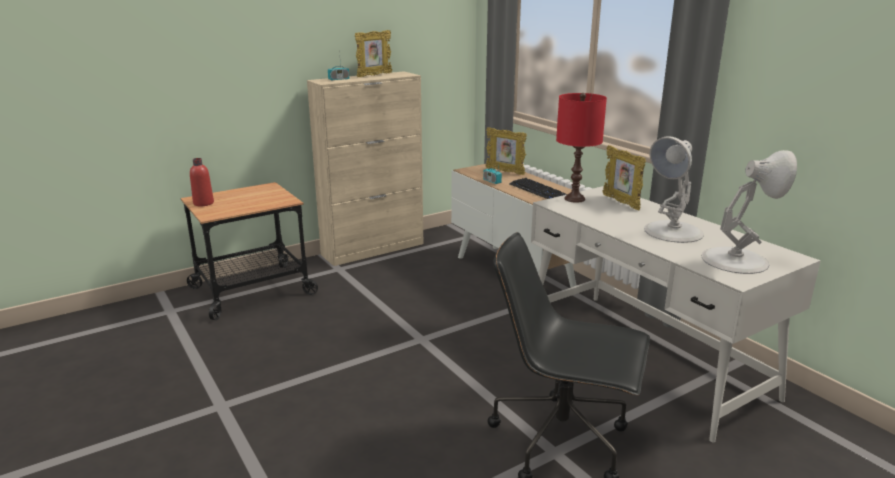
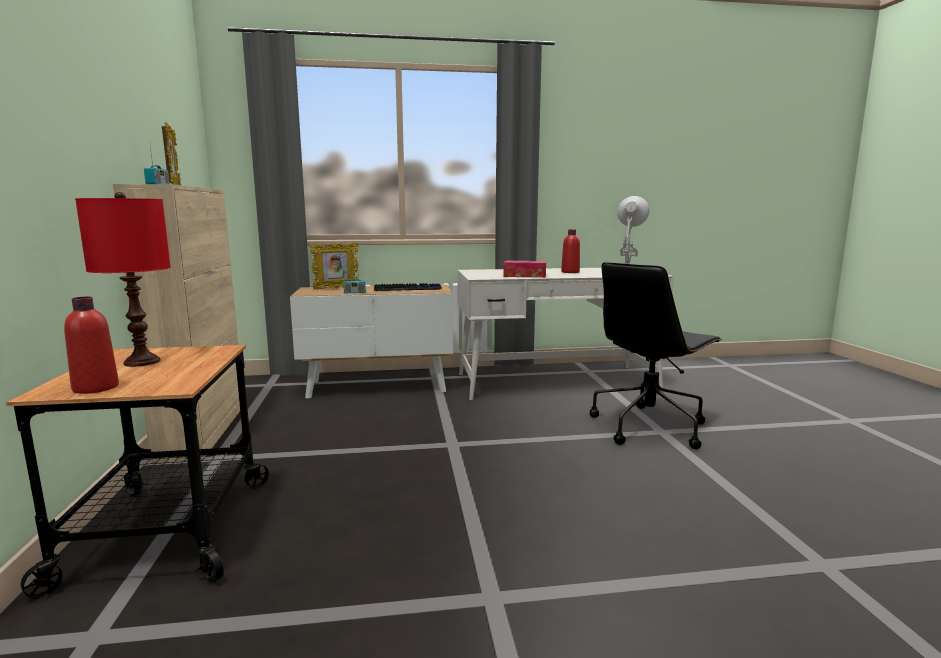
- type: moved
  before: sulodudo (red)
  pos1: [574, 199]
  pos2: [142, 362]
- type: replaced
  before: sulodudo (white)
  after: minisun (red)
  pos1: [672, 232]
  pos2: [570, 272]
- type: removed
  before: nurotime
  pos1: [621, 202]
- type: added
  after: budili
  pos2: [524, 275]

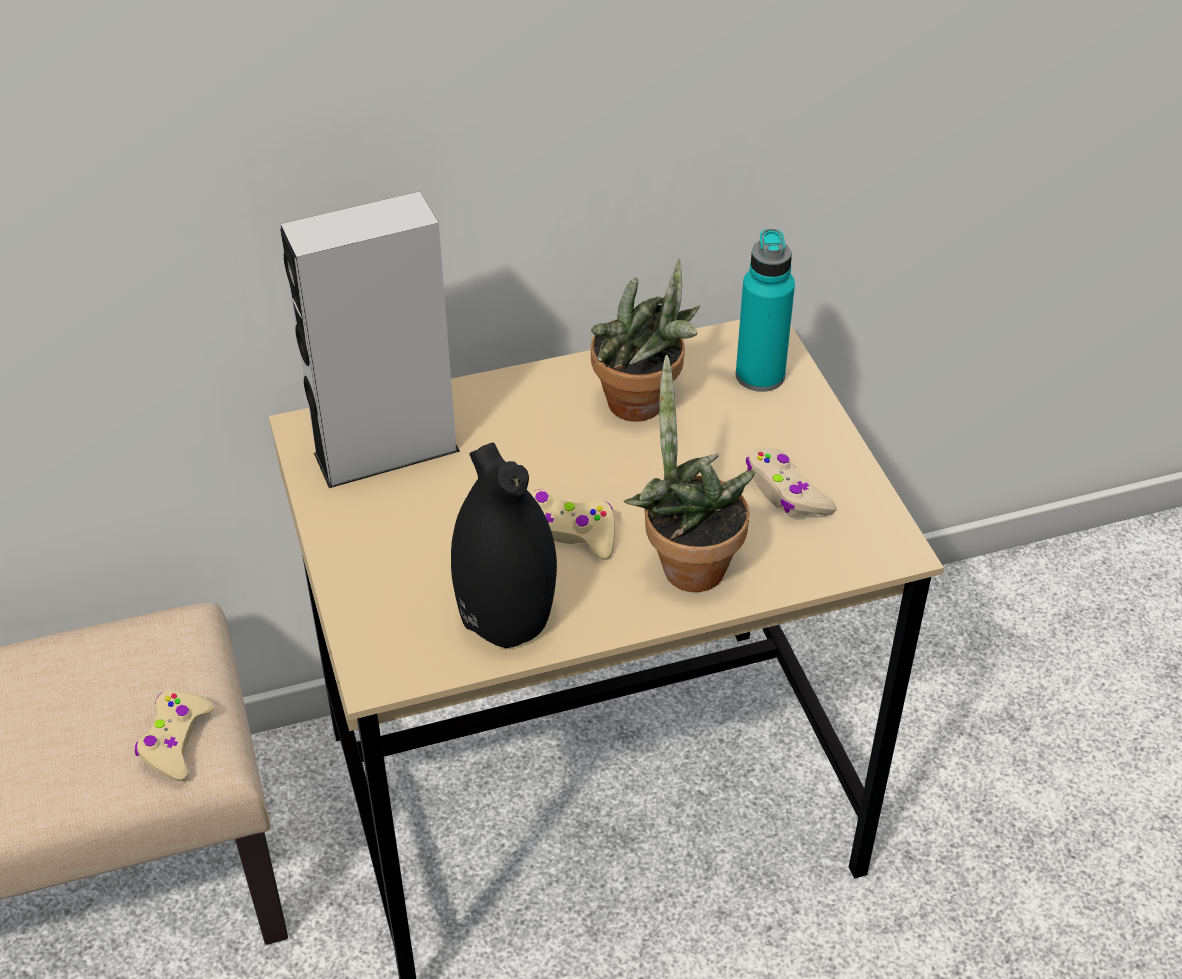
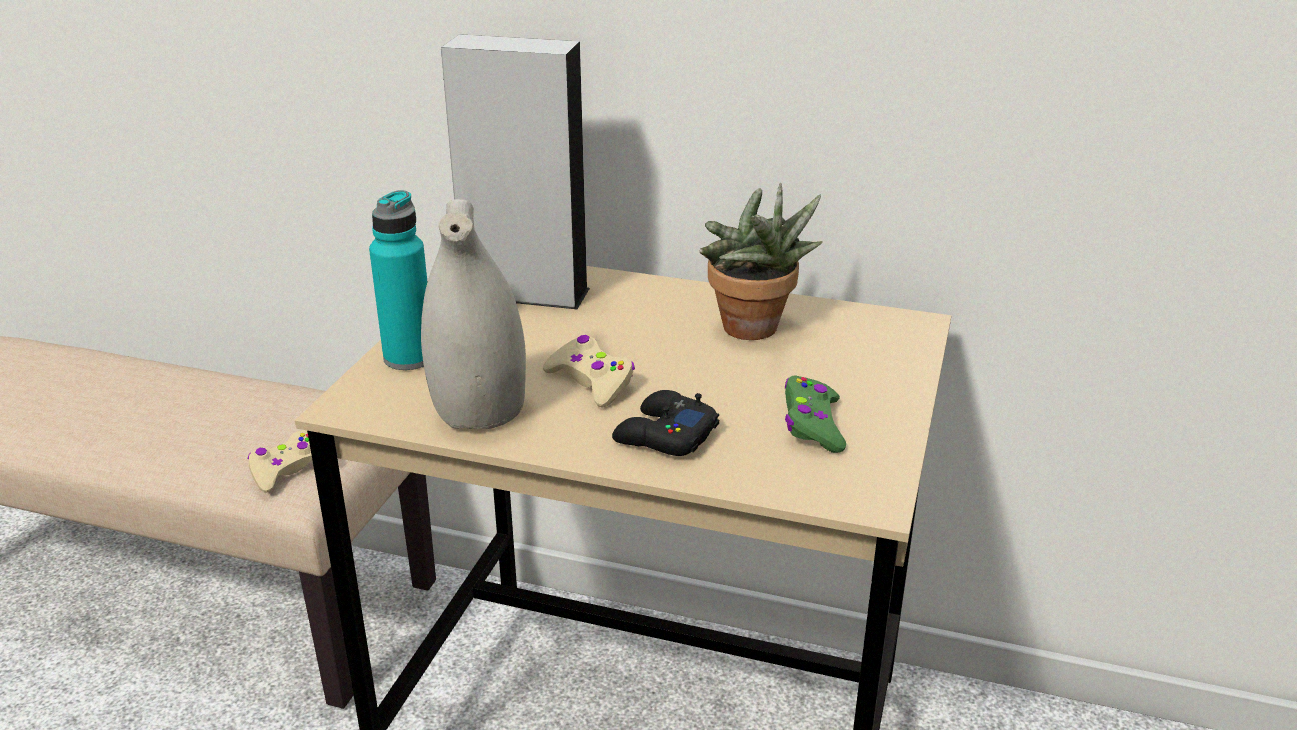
- type: moved
  before: minisun (turquoise)
  pos1: [760, 375]
  pos2: [409, 358]
- type: replaced
  before: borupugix
  after: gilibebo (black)
  pos1: [686, 564]
  pos2: [664, 436]
- type: recoloured
  before: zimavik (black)
  after: zimavik (white)
  pos1: [506, 617]
  pos2: [479, 411]
- type: recoloured
  before: gilibebo (beige)
  after: gilibebo (green)
  pos1: [786, 493]
  pos2: [812, 424]

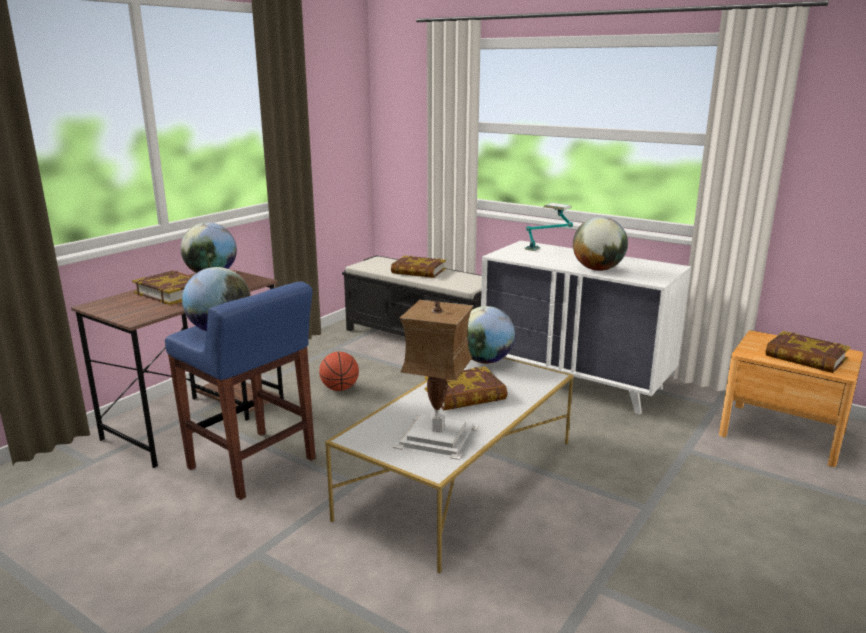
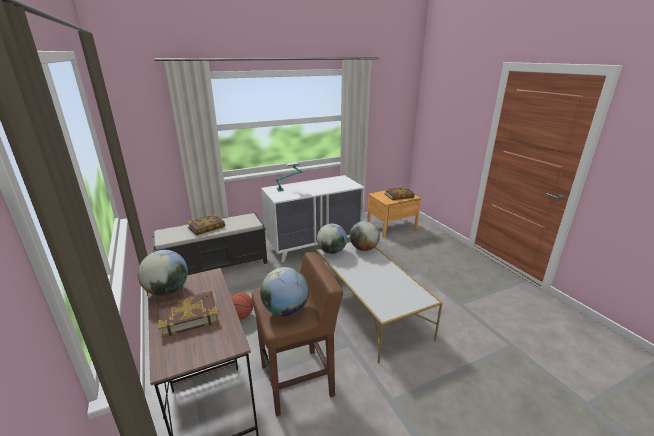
- type: moved
  before: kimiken
  pos1: [598, 269]
  pos2: [364, 248]
- type: recoloured
  before: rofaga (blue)
  after: rofaga (brown)
  pos1: [253, 464]
  pos2: [298, 380]
- type: removed
  before: sulodudo
  pos1: [434, 437]
- type: removed
  before: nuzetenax
  pos1: [465, 395]

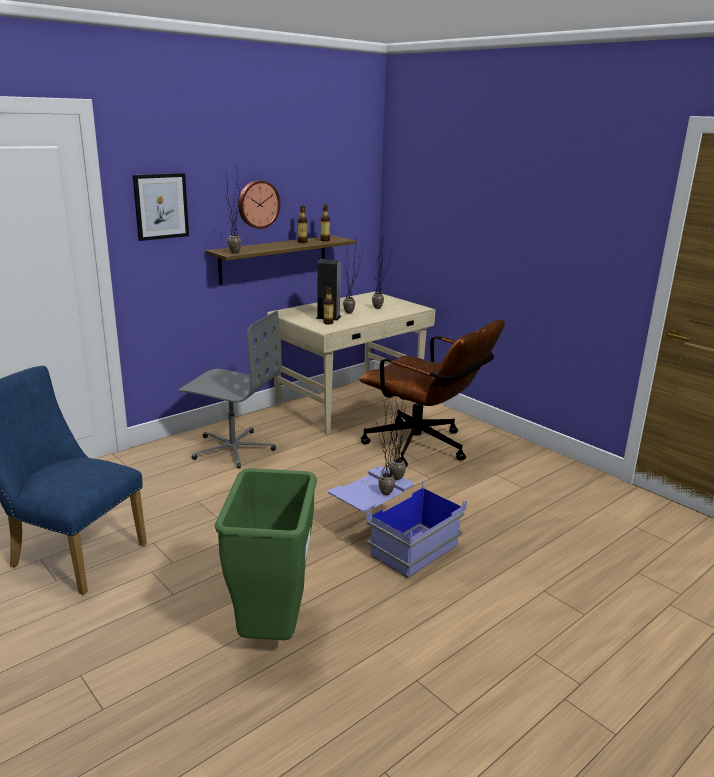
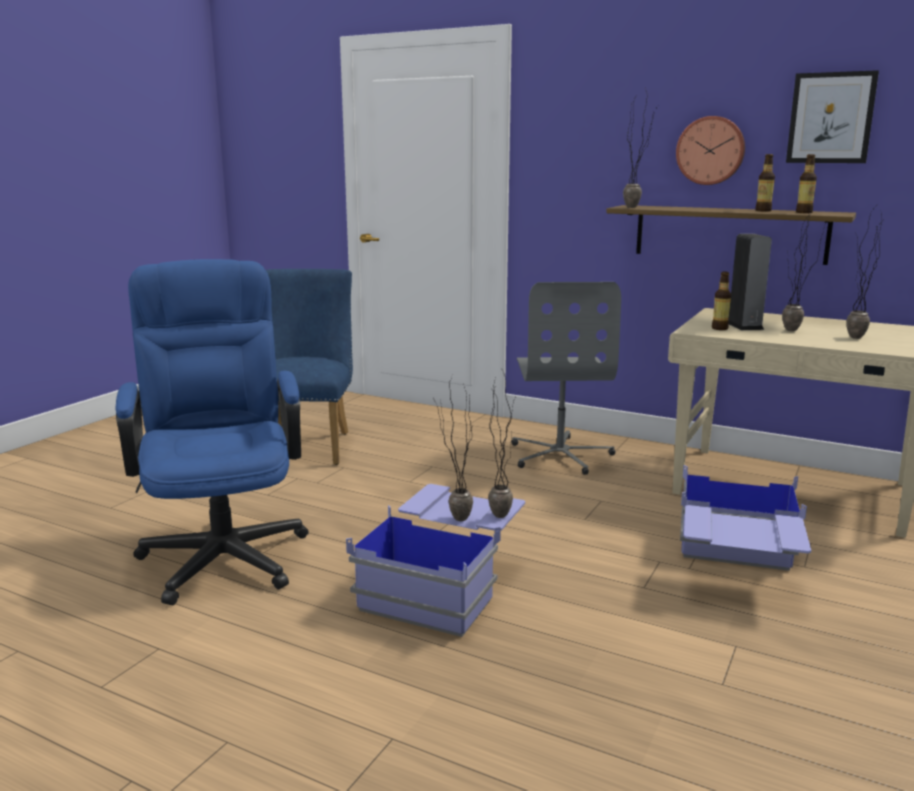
- type: moved
  before: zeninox
  pos1: [161, 206]
  pos2: [831, 118]
- type: replaced
  before: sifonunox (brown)
  after: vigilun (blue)
  pos1: [424, 448]
  pos2: [735, 567]
- type: replaced
  before: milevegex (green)
  after: sifonunox (blue)
  pos1: [272, 631]
  pos2: [224, 550]

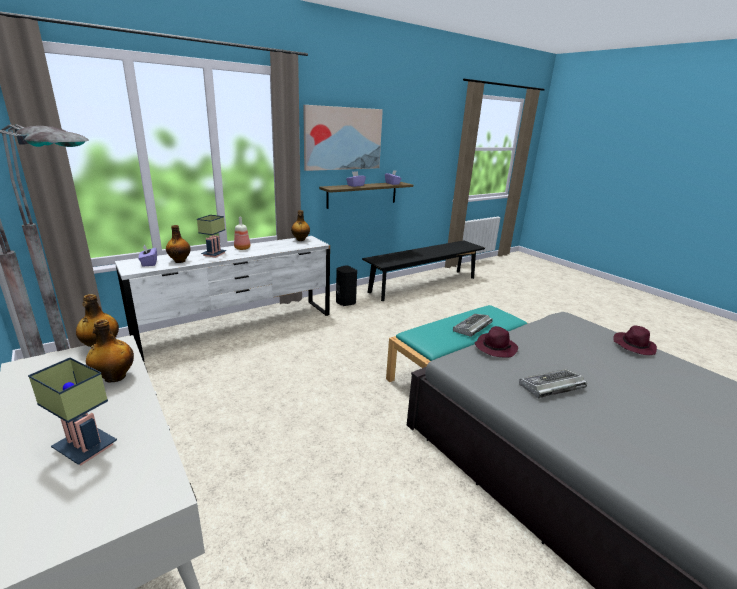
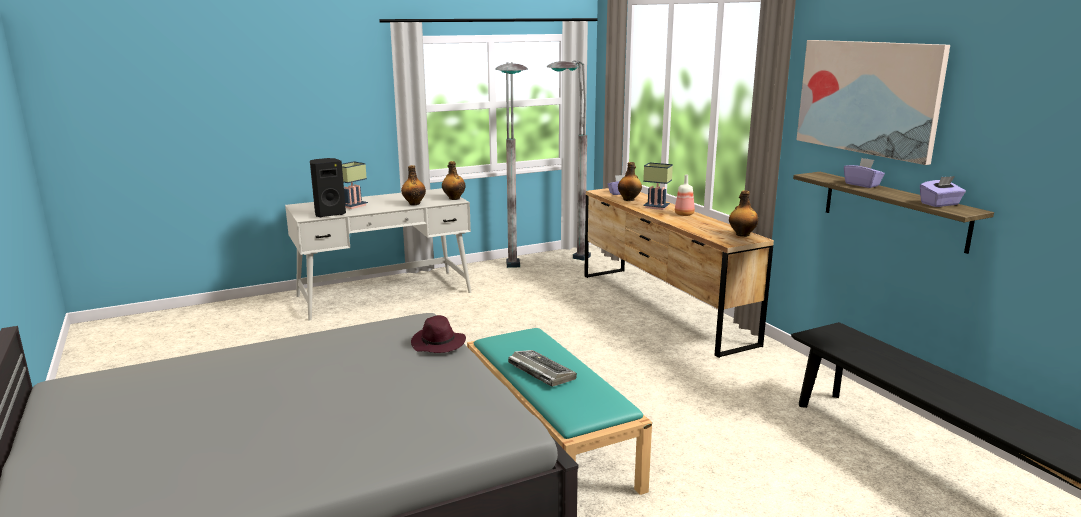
- type: recoloured
  before: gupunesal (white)
  after: gupunesal (brown)
  pos1: [238, 327]
  pos2: [662, 307]
- type: moved
  before: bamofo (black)
  pos1: [345, 302]
  pos2: [329, 214]
- type: removed
  before: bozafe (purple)
  pos1: [633, 346]
- type: removed
  before: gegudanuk
  pos1: [551, 387]

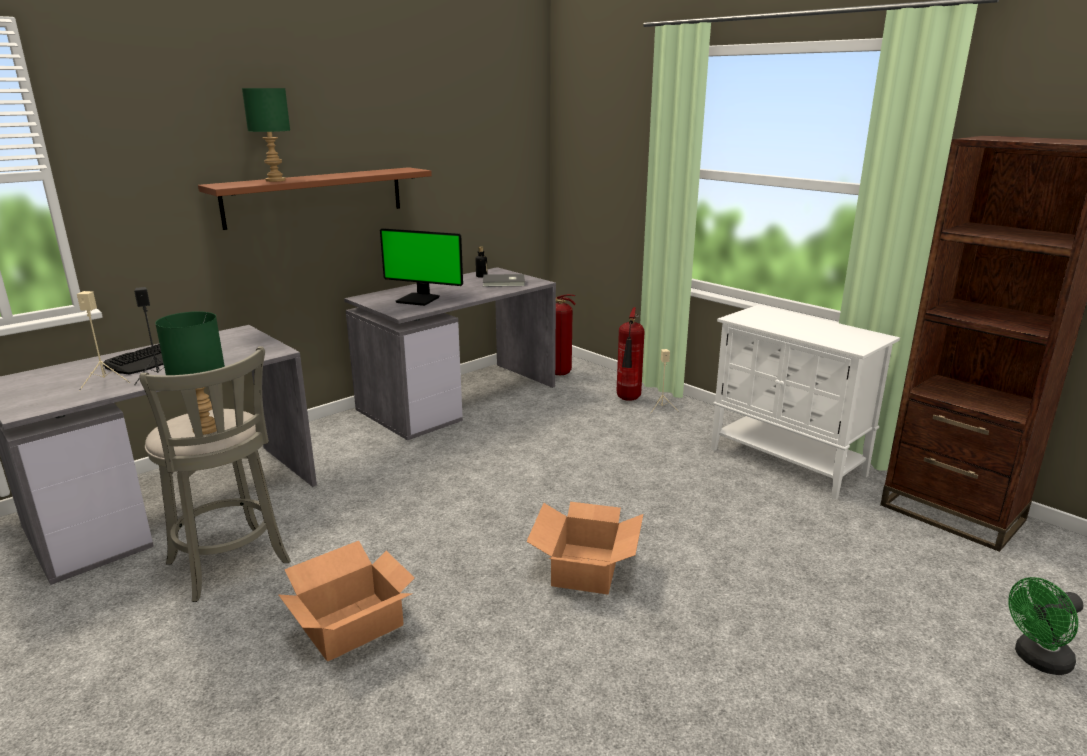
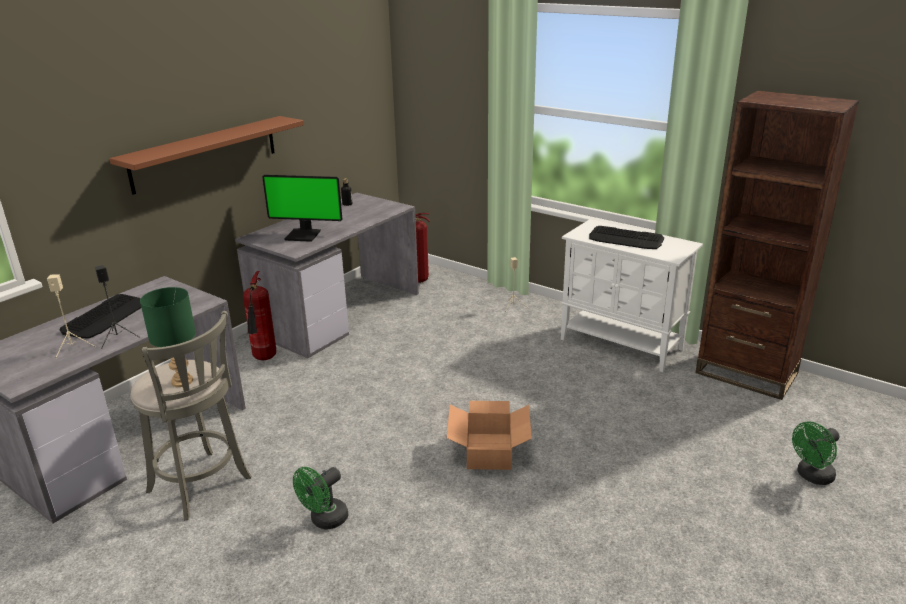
- type: removed
  before: sulodudo (green)
  pos1: [275, 180]
- type: removed
  before: nuzetenax (grey)
  pos1: [504, 282]
- type: moved
  before: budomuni
  pos1: [628, 400]
  pos2: [264, 359]
- type: replaced
  before: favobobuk
  after: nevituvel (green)
  pos1: [353, 626]
  pos2: [324, 521]
- type: added
  after: gegudanuk
  pos2: [626, 239]

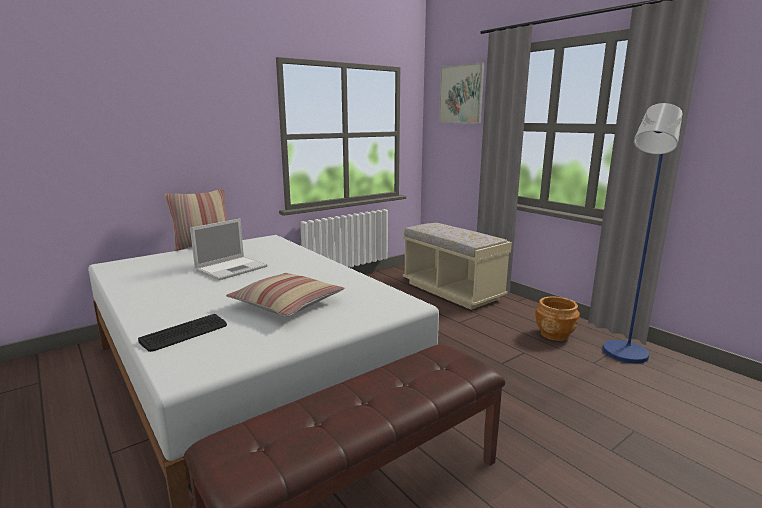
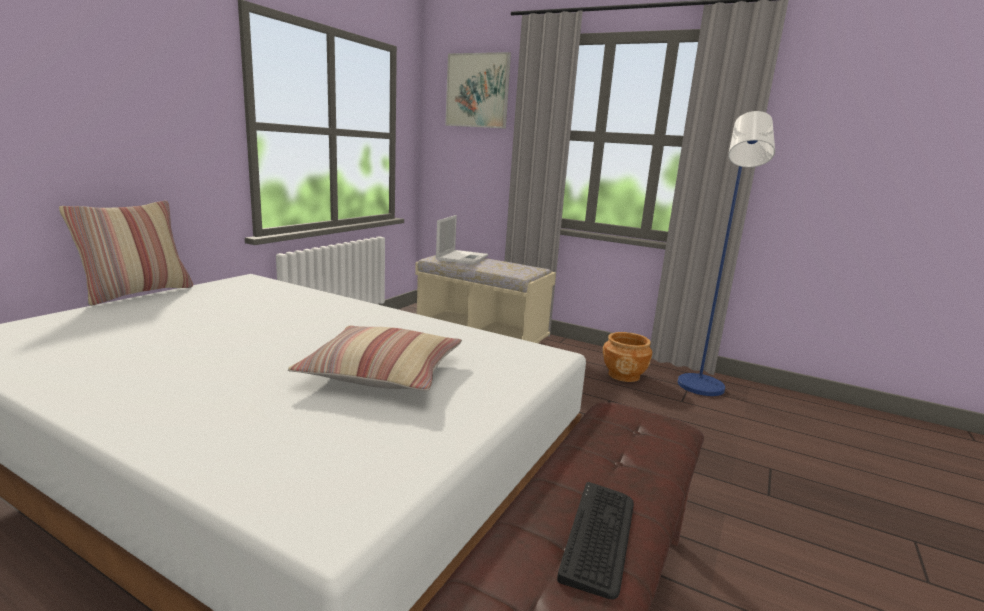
- type: moved
  before: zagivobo
  pos1: [232, 268]
  pos2: [462, 257]
- type: moved
  before: gegudanuk
  pos1: [185, 333]
  pos2: [599, 536]

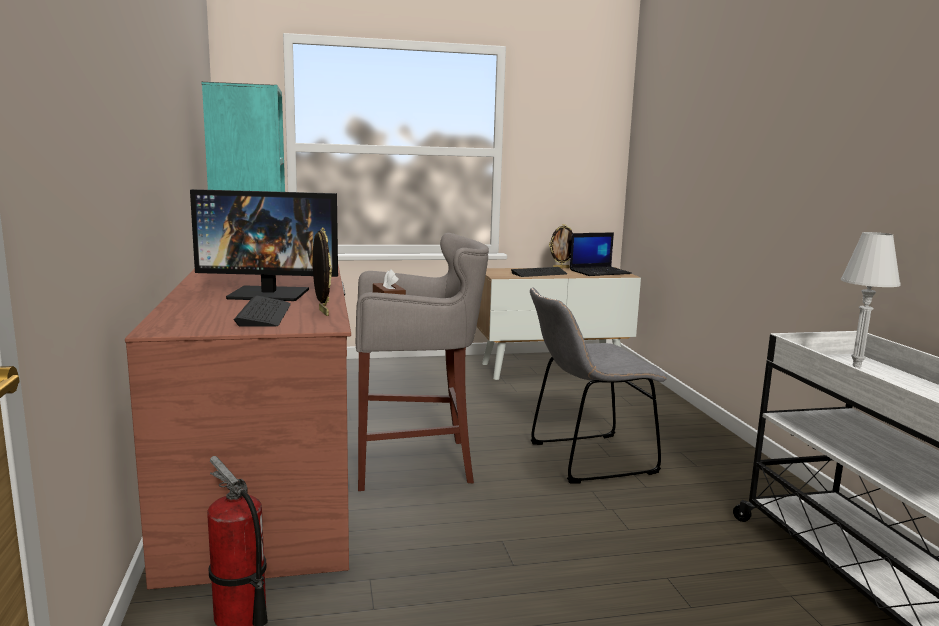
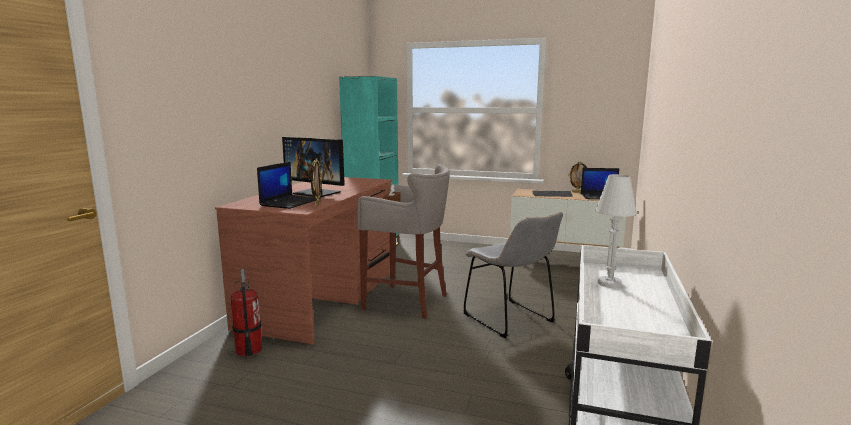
- type: turned
  before: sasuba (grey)
  pos1: [585, 459]
  pos2: [511, 320]
  turn: -135
- type: replaced
  before: gegudanuk
  after: zagivobo
  pos1: [264, 314]
  pos2: [290, 202]

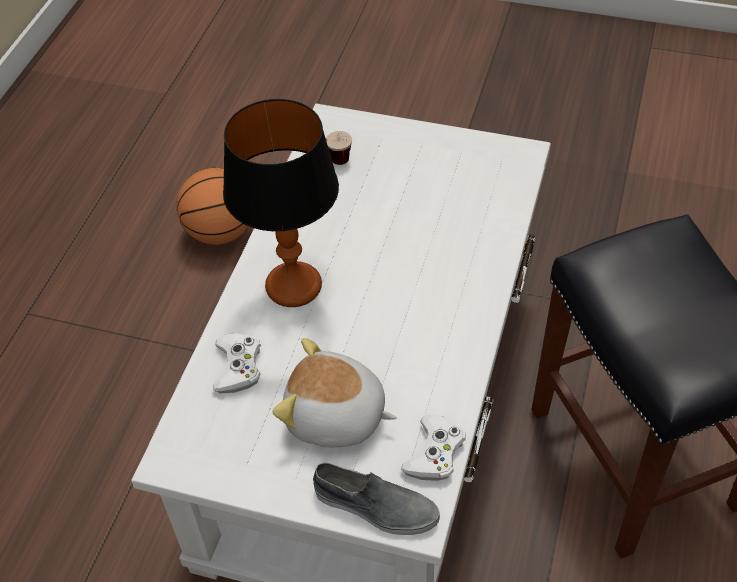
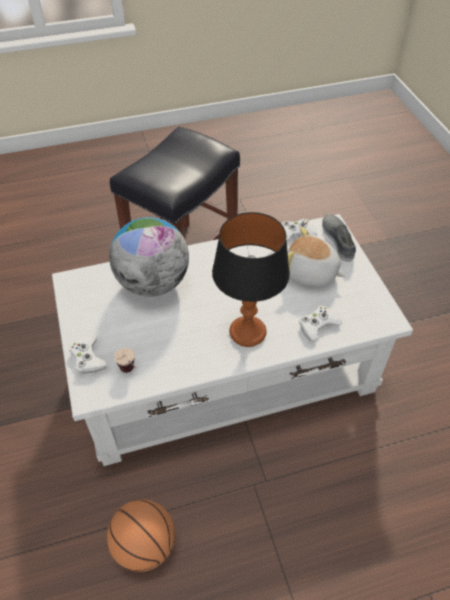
- type: turned
  before: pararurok
  pos1: [335, 417]
  pos2: [310, 273]
  turn: 135
- type: added
  after: kimiken
  pos2: [153, 283]
- type: added
  after: gilibebo (white)
  pos2: [88, 358]

